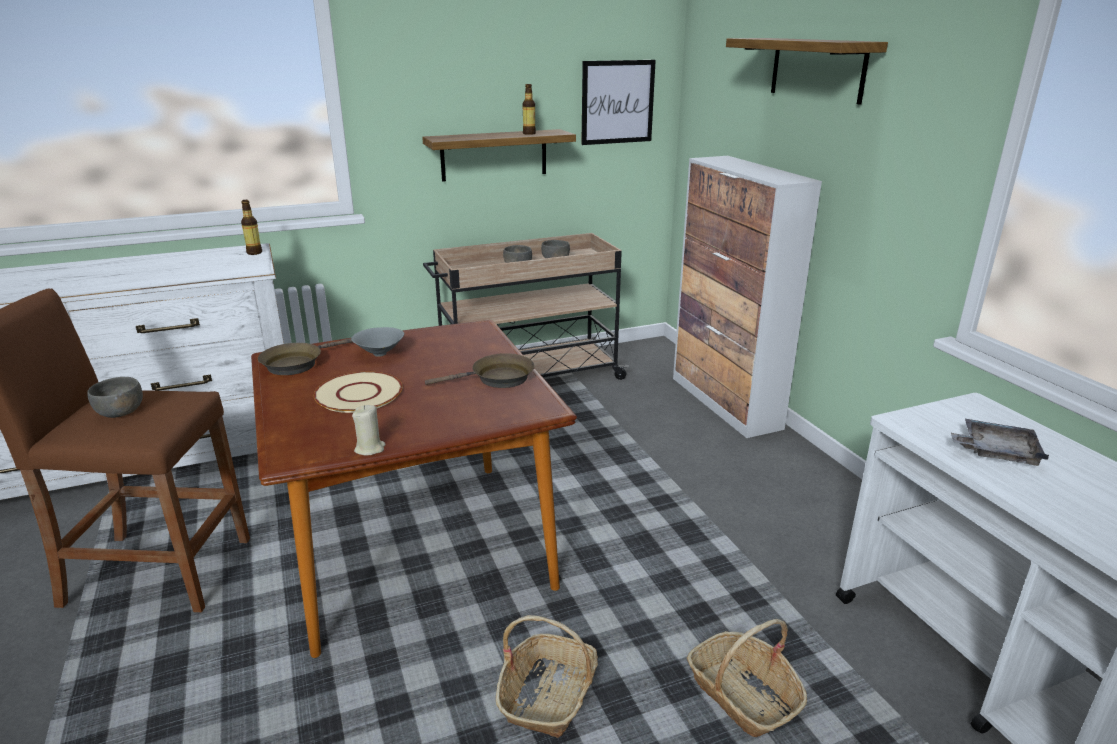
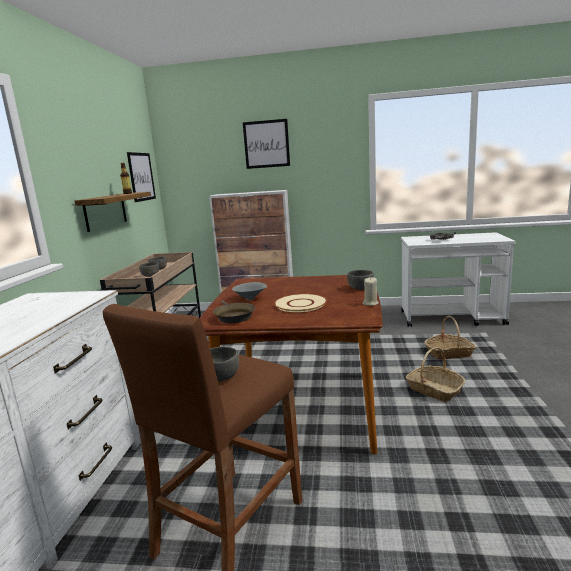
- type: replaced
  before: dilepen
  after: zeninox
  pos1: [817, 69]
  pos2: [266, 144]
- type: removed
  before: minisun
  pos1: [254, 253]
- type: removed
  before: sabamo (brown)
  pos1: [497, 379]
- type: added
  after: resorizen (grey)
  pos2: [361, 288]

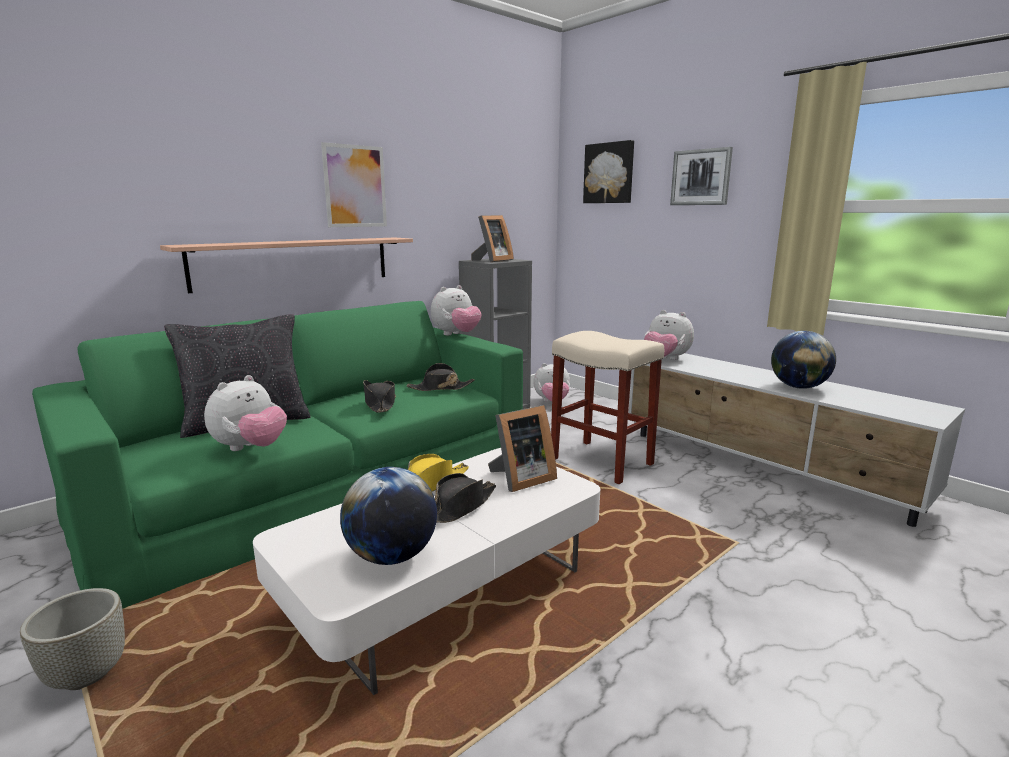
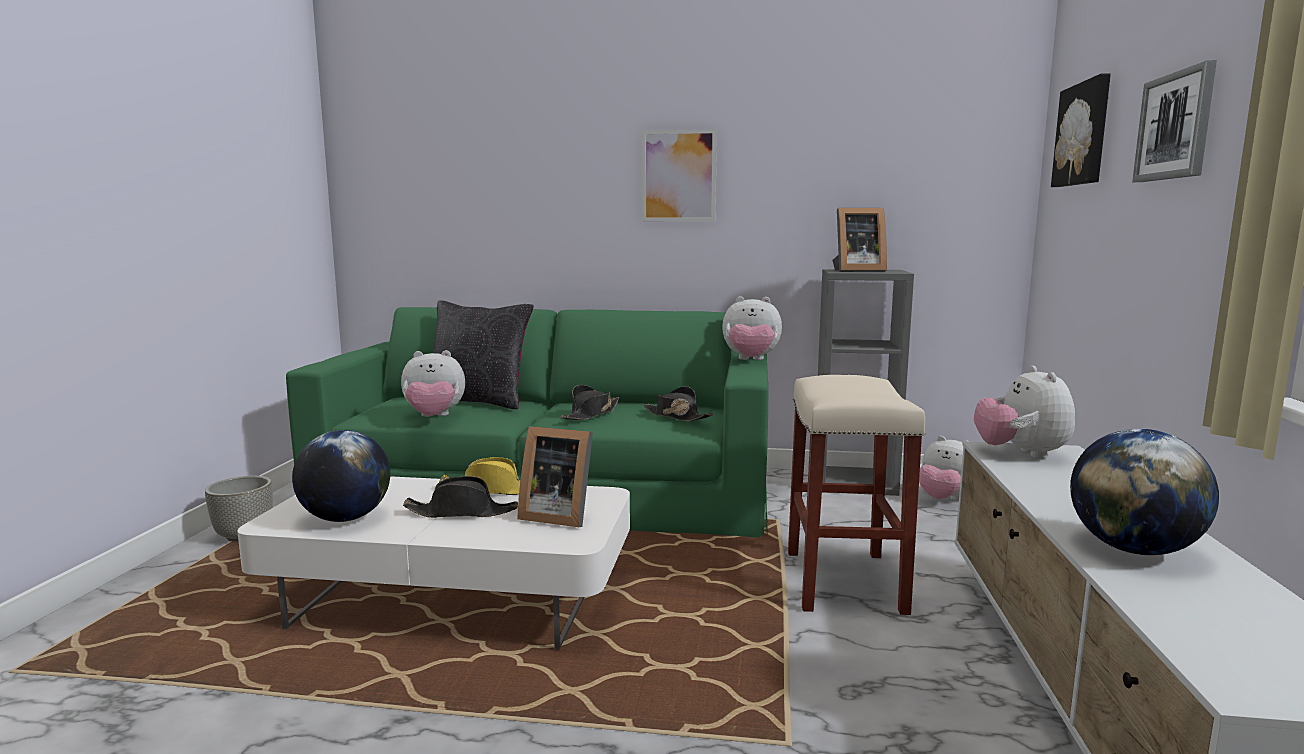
- type: removed
  before: dilepen
  pos1: [295, 262]

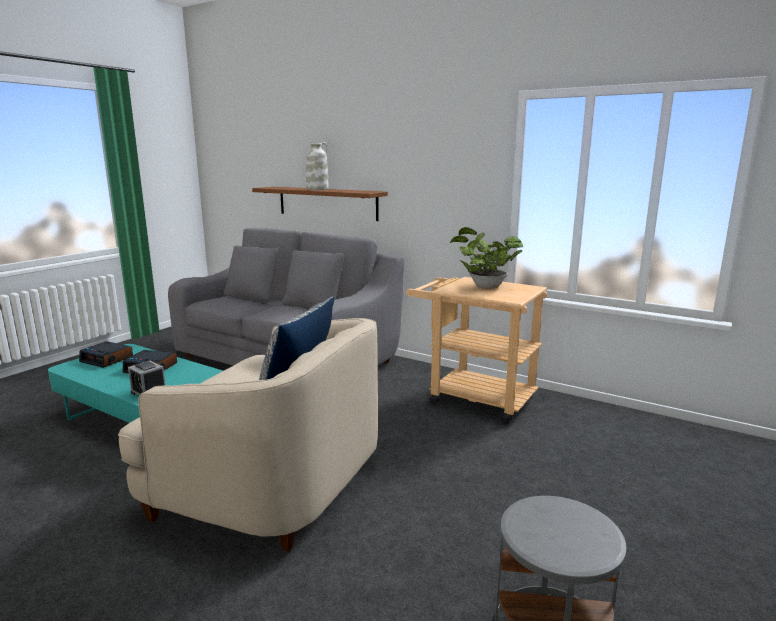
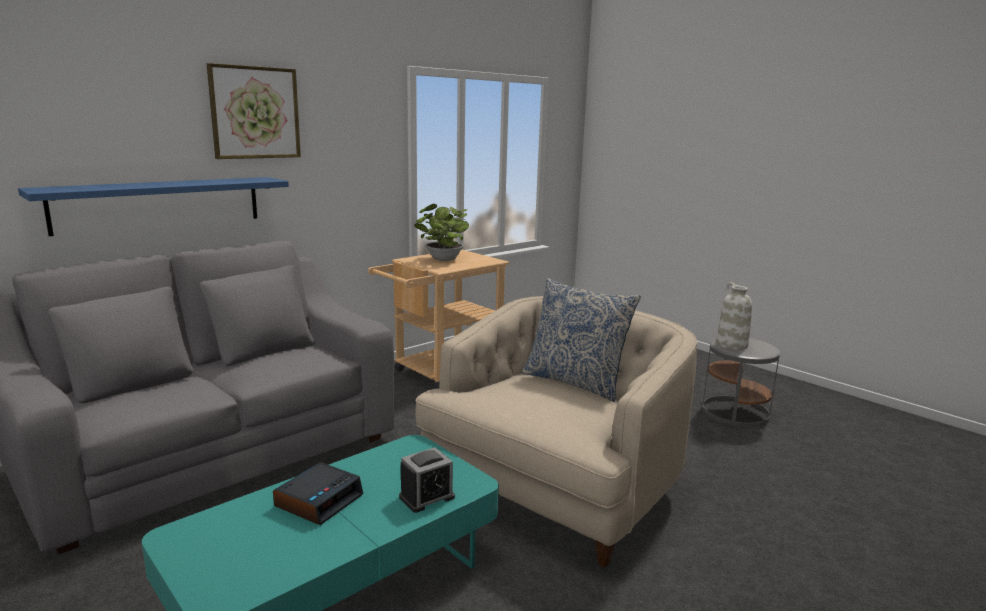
- type: moved
  before: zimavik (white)
  pos1: [317, 189]
  pos2: [731, 344]
- type: recoloured
  before: dilepen (brown)
  after: dilepen (blue)
  pos1: [327, 203]
  pos2: [160, 204]
- type: removed
  before: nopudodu
  pos1: [107, 359]
- type: added
  after: zeninox
  pos2: [255, 113]

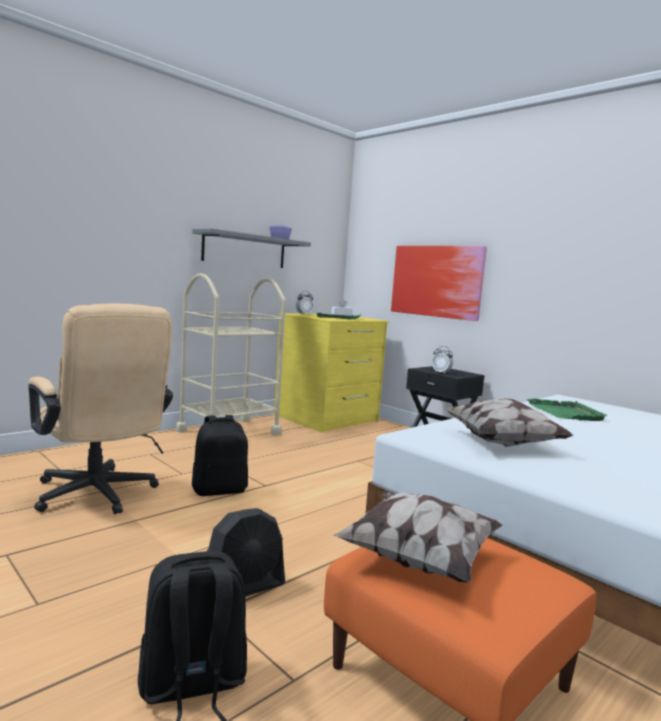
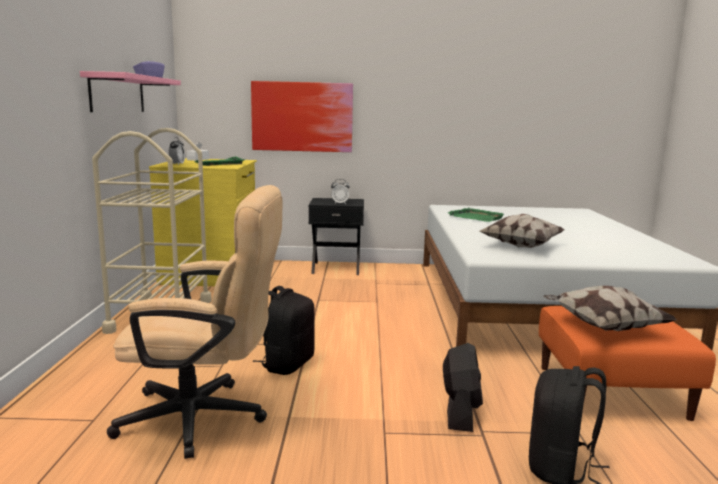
- type: recoloured
  before: dilepen (grey)
  after: dilepen (pink)
  pos1: [245, 250]
  pos2: [118, 94]

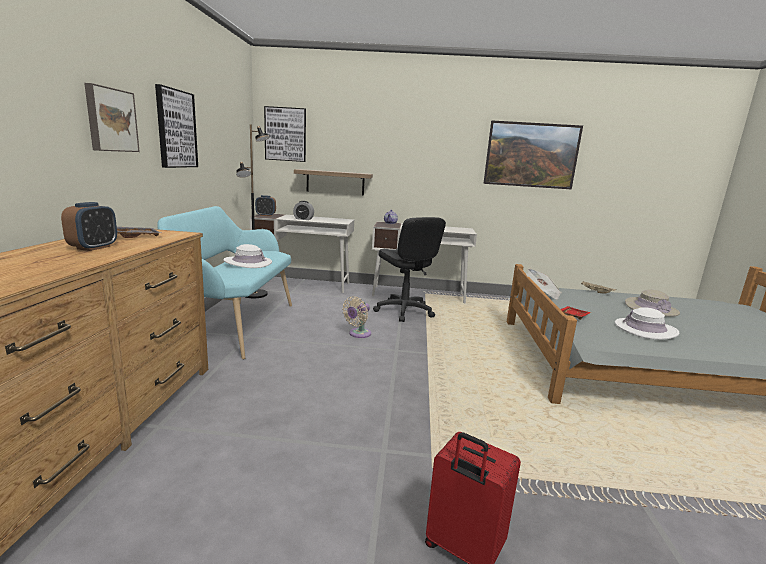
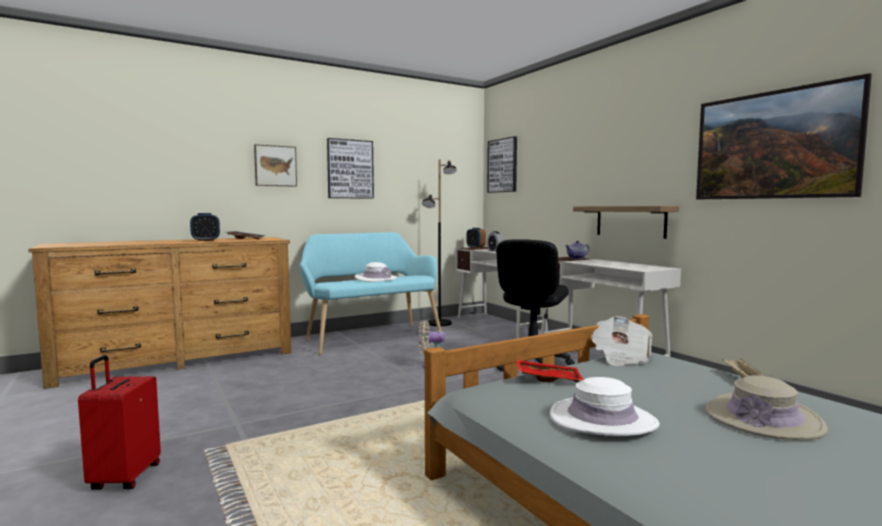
- type: moved
  before: dilepen
  pos1: [335, 182]
  pos2: [630, 221]

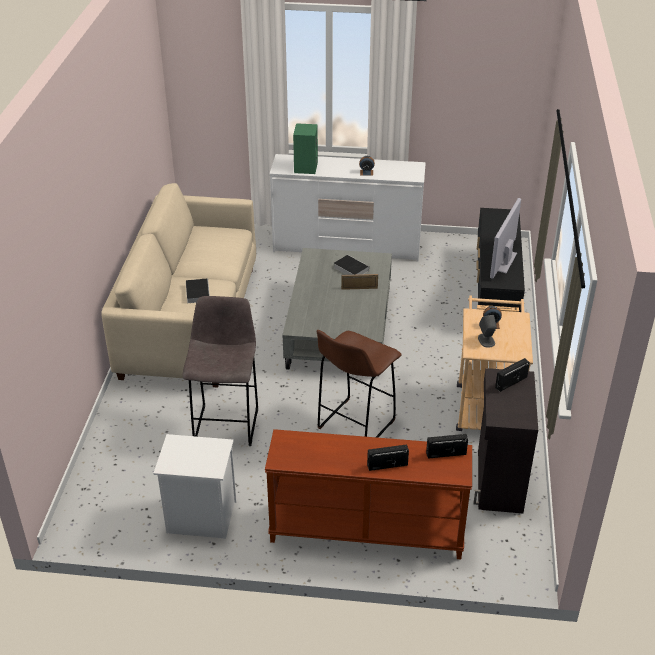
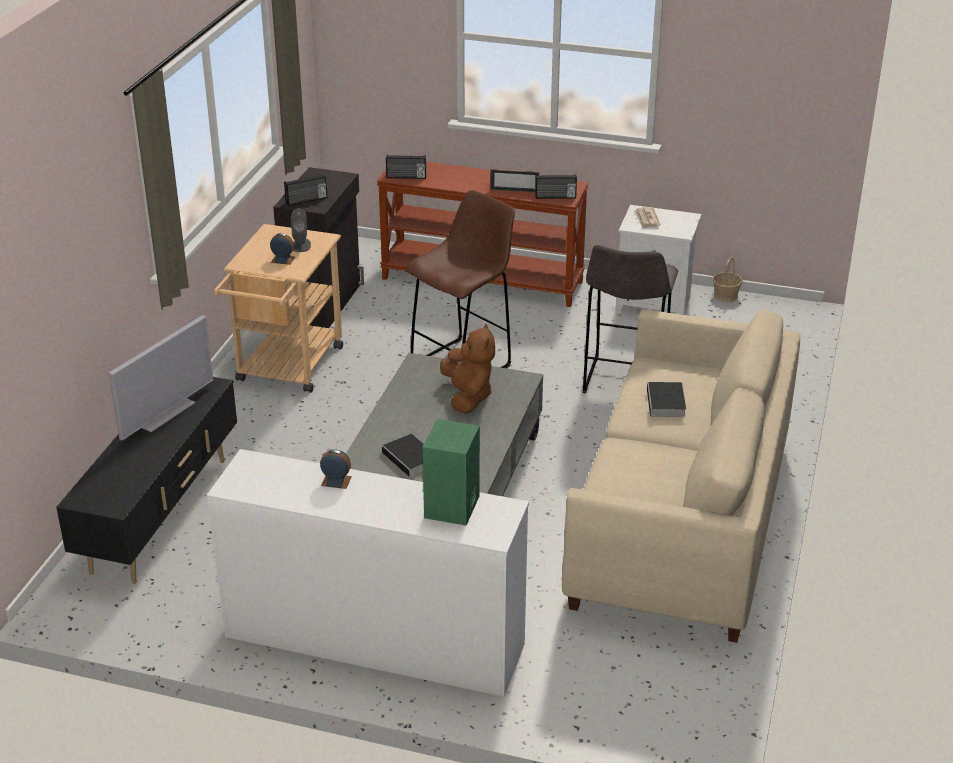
- type: moved
  before: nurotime
  pos1: [359, 288]
  pos2: [514, 191]
- type: moved
  before: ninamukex
  pos1: [387, 465]
  pos2: [555, 197]
- type: added
  after: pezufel
  pos2: [646, 219]
- type: added
  after: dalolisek
  pos2: [726, 296]
- type: added
  after: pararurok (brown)
  pos2: [468, 396]

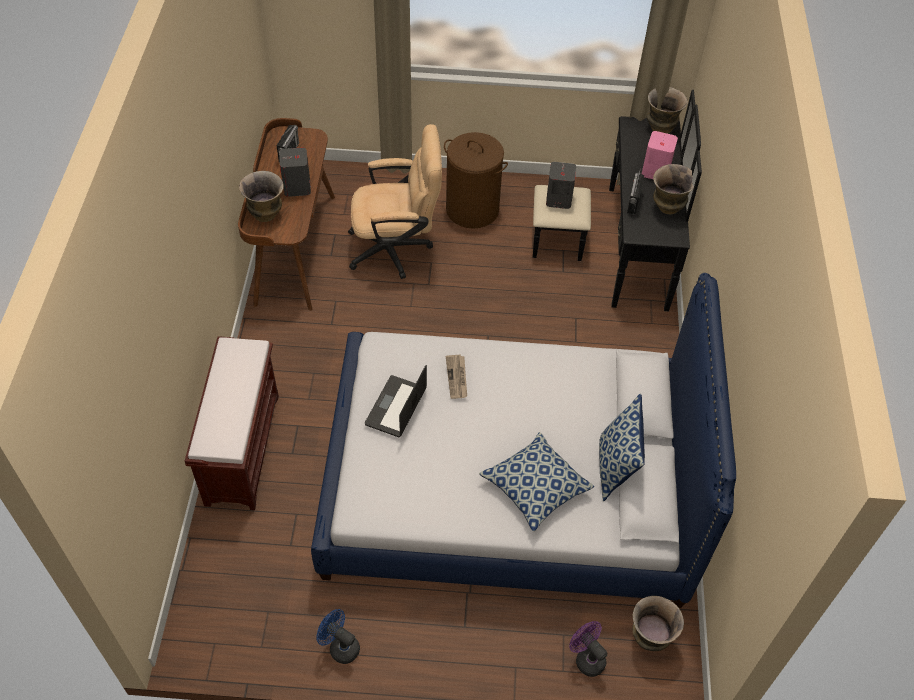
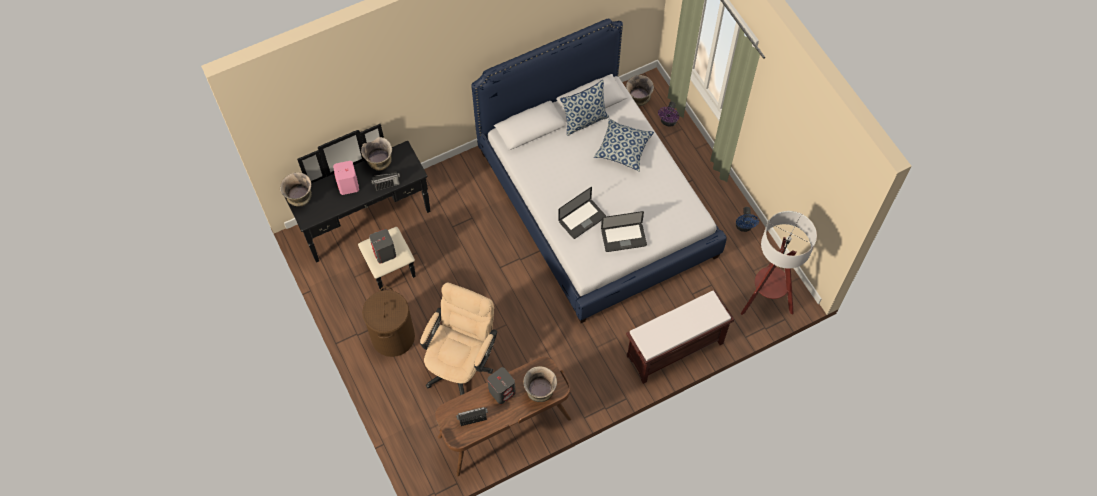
- type: turned
  before: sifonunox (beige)
  pos1: [397, 249]
  pos2: [461, 363]
  turn: 60
- type: replaced
  before: pezufel
  after: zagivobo
  pos1: [457, 378]
  pos2: [582, 219]
- type: added
  after: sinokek
  pos2: [765, 300]

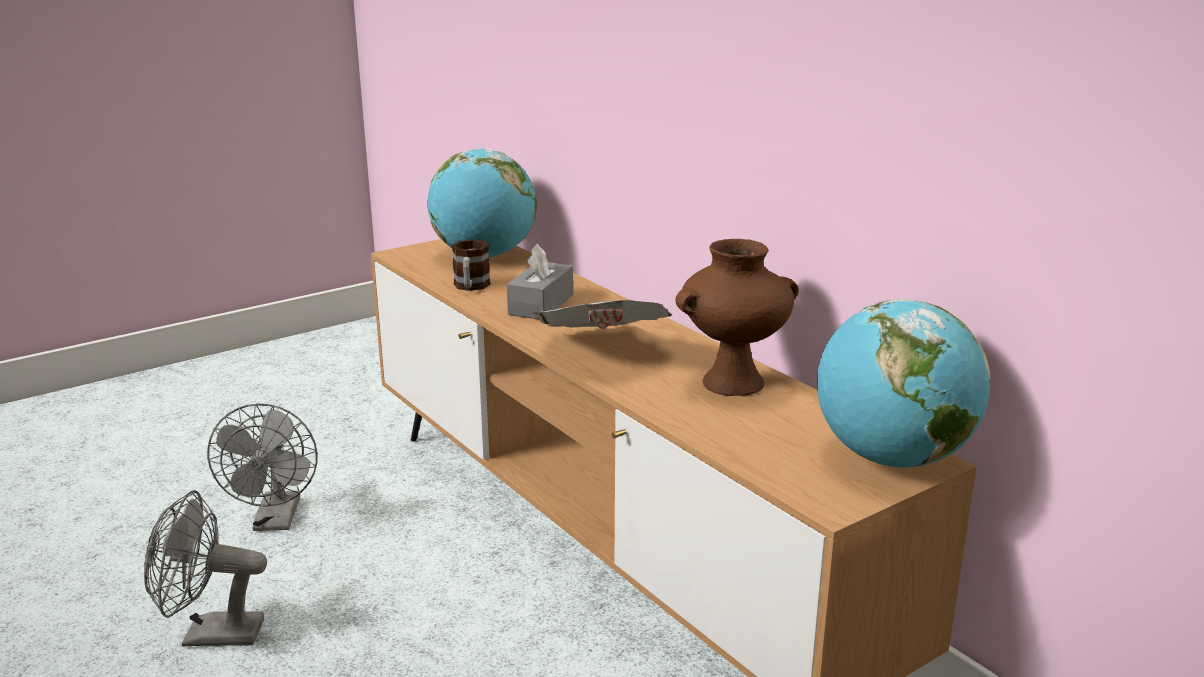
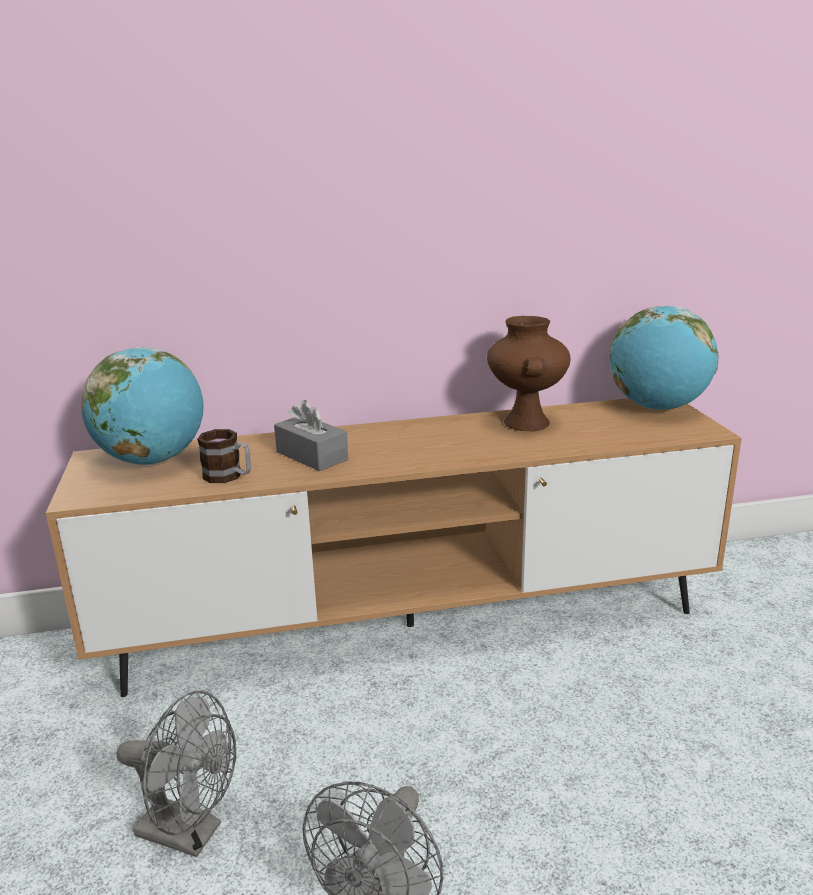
- type: removed
  before: pezufel
  pos1: [603, 351]

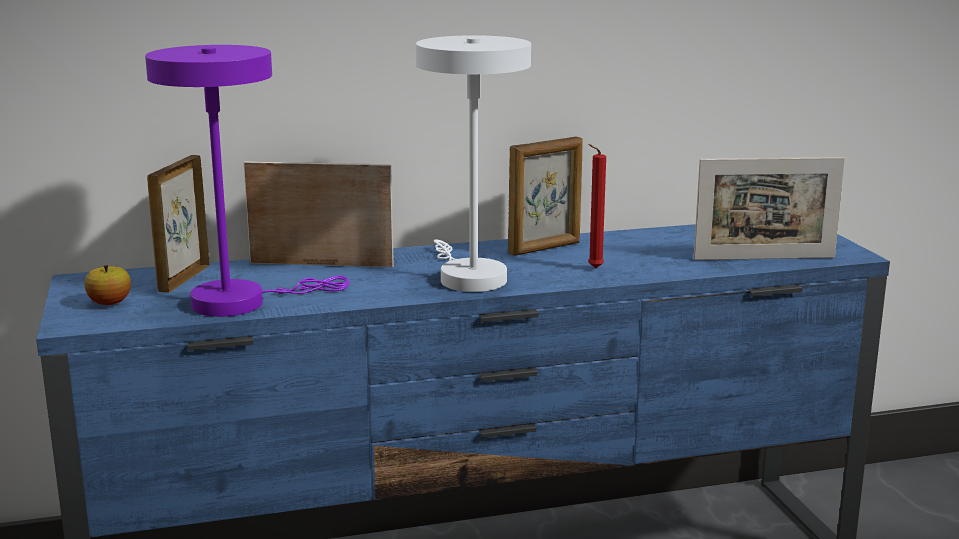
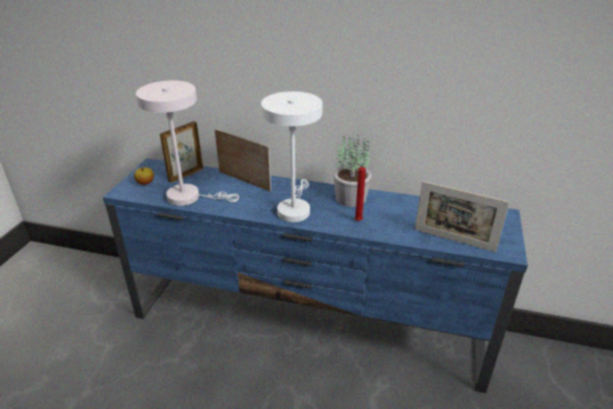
- type: recoloured
  before: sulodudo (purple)
  after: sulodudo (white)
  pos1: [241, 301]
  pos2: [189, 197]
- type: replaced
  before: nurotime
  after: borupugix
  pos1: [545, 248]
  pos2: [351, 198]

